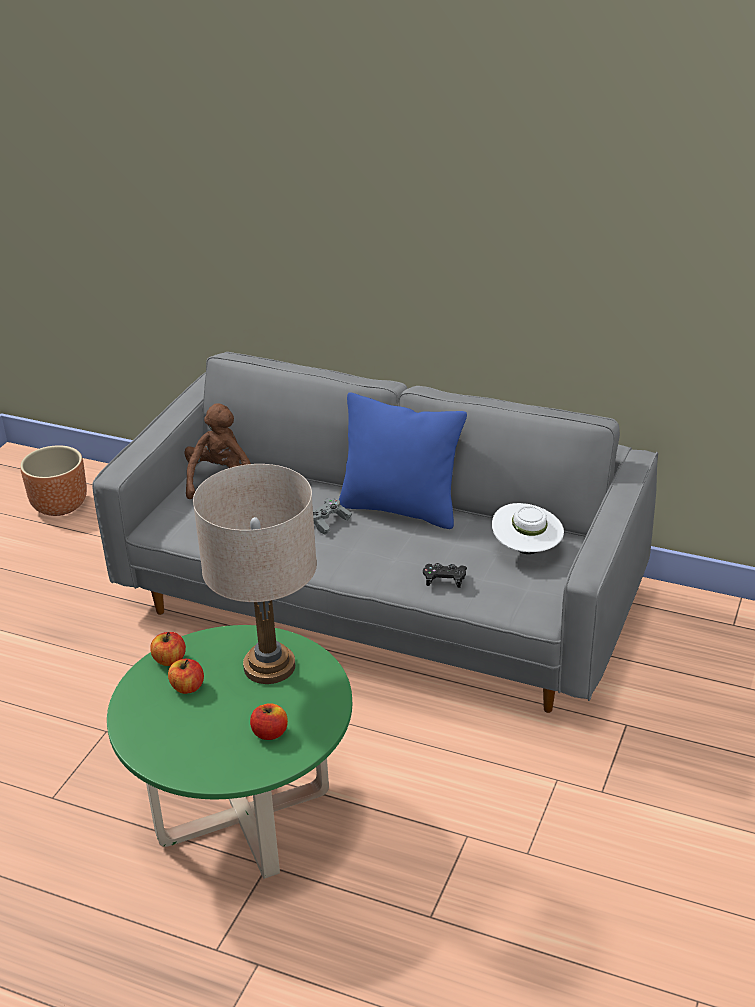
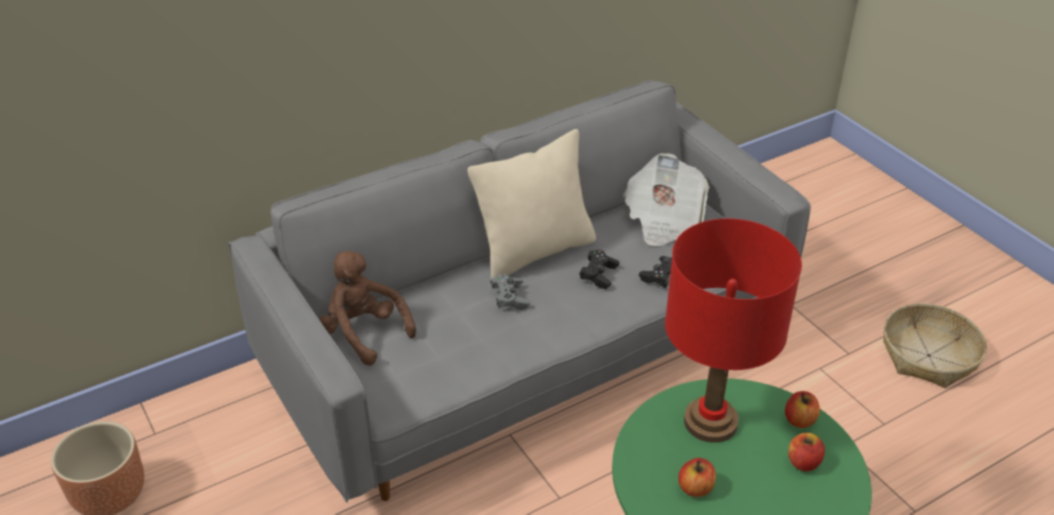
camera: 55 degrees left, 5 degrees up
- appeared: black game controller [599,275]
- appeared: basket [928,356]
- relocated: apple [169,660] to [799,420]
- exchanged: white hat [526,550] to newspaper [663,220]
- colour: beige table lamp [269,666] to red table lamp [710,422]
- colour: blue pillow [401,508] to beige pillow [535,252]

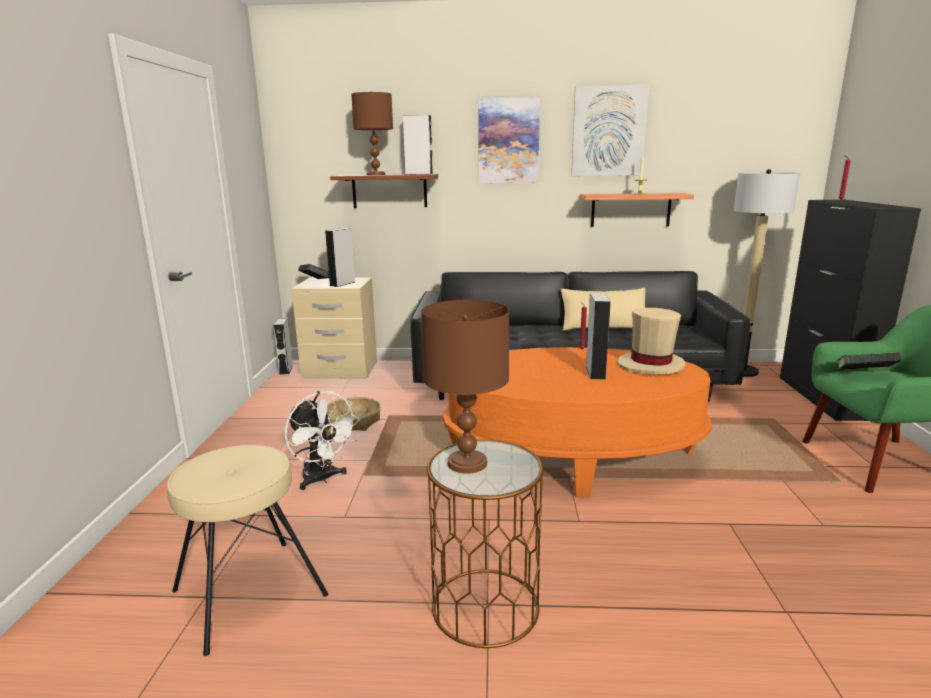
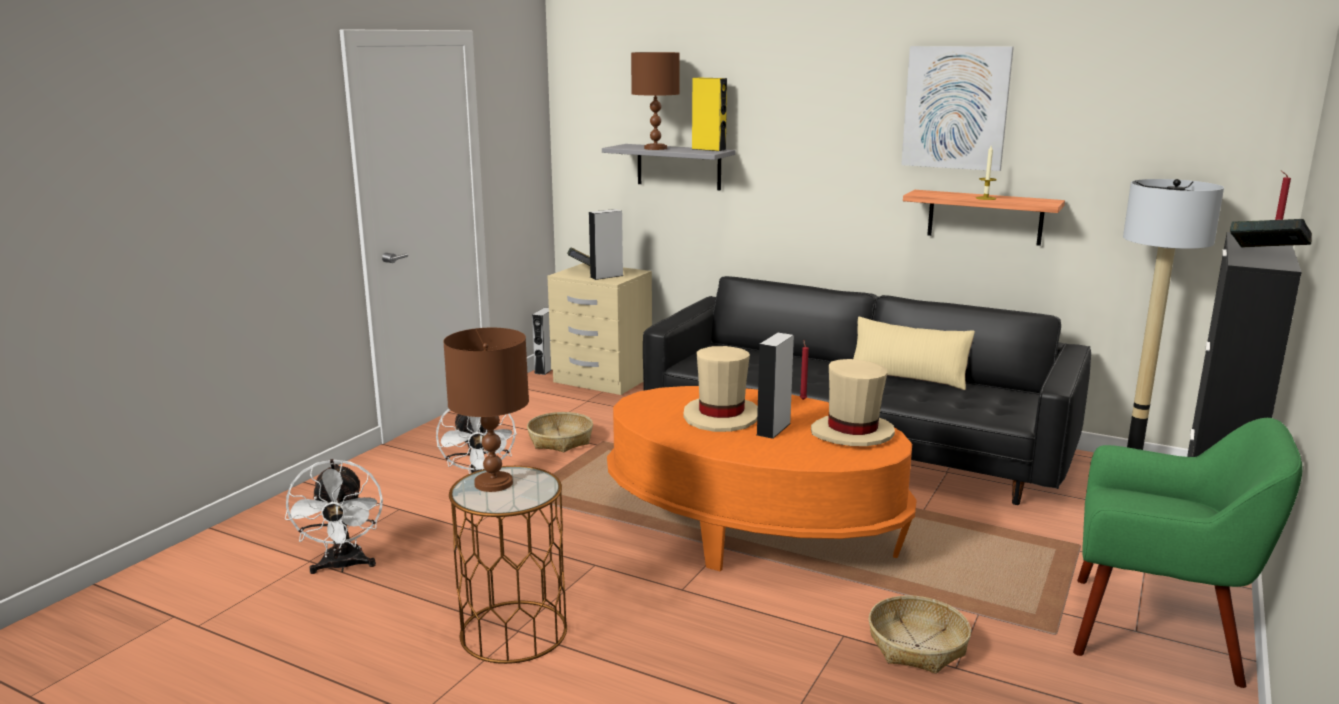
camera: 25 degrees right, 0 degrees up
- missing: picture [508,141]
- appeared: beige hat [721,416]
- appeared: basket [917,646]
- relocated: book [864,376] to [1266,253]
- exchanged: beige stool [249,591] to white fan [343,566]
- colour: brown shelf [389,191] to grey shelf [678,167]
- colour: white speaker [419,174] to yellow speaker [708,149]

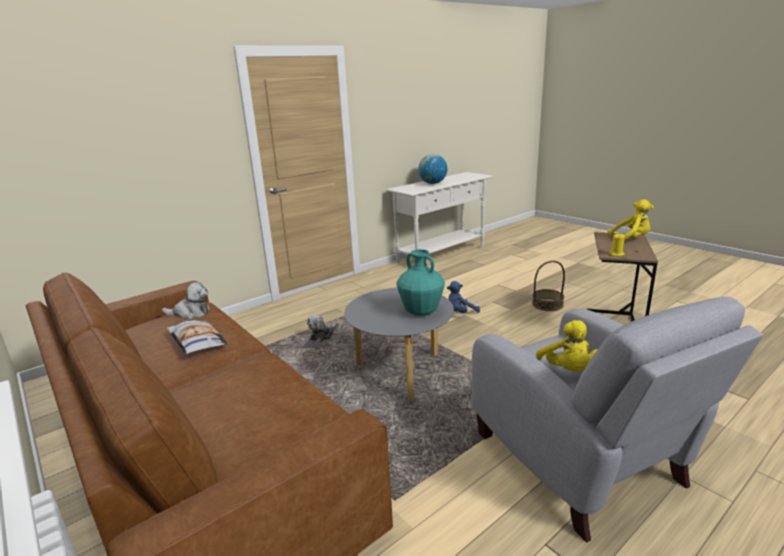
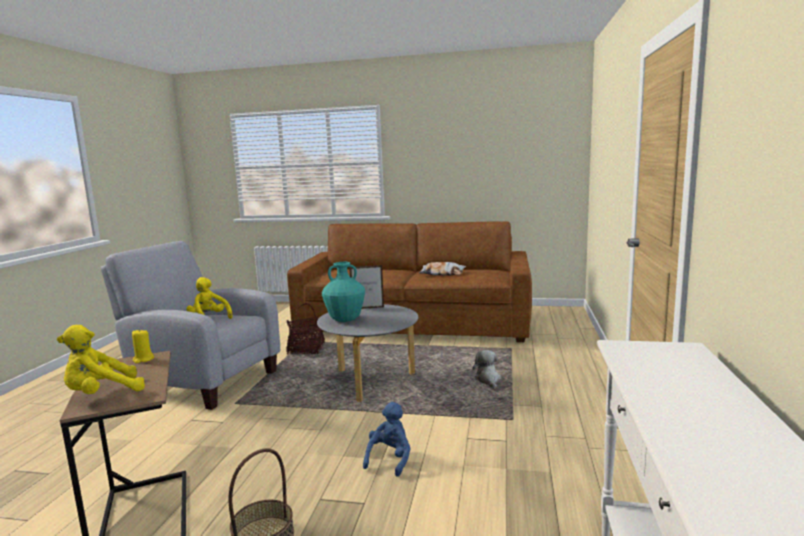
camera: 140 degrees right, 10 degrees down
- missing: plush toy [190,313]
- missing: globe [433,183]
- appeared: basket [306,349]
- appeared: picture frame [368,308]

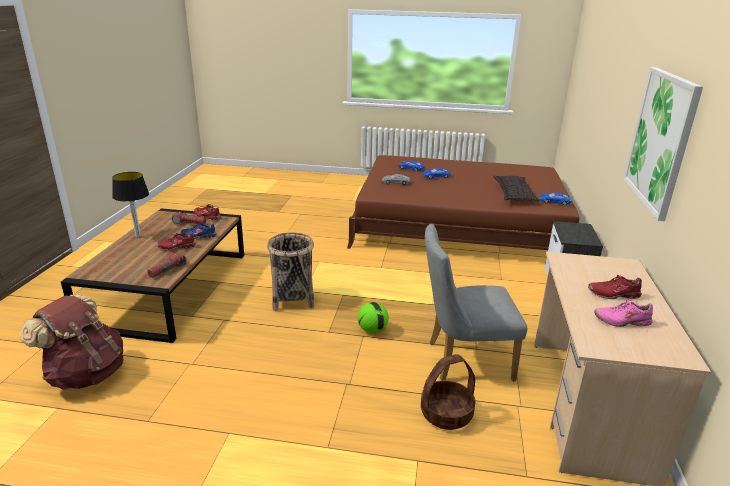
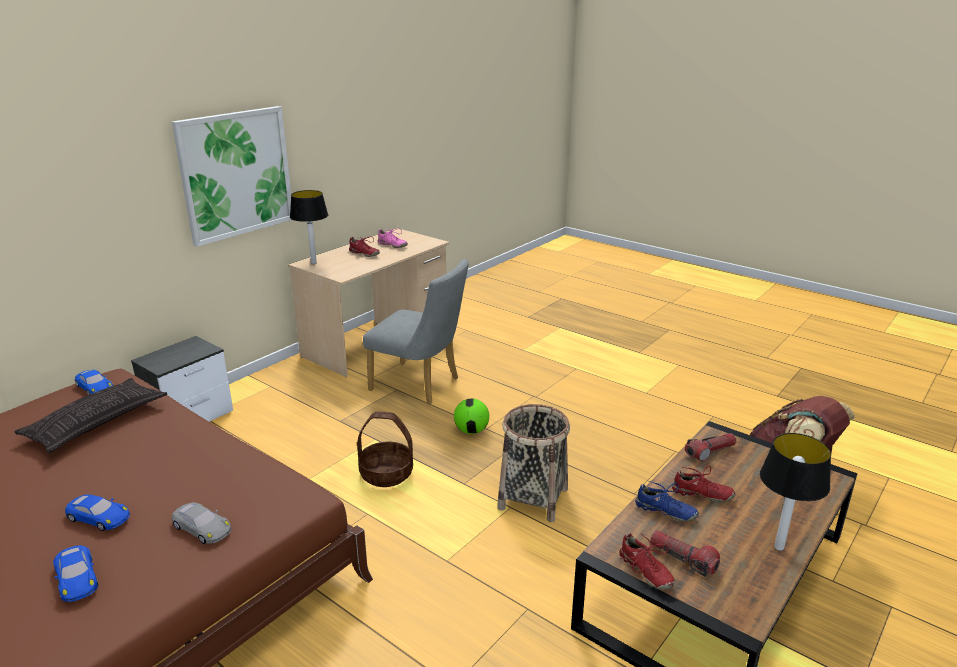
camera: 150 degrees left, 0 degrees up
- appeared: table lamp [313,263]
- relocated: basket [446,414] to [387,473]

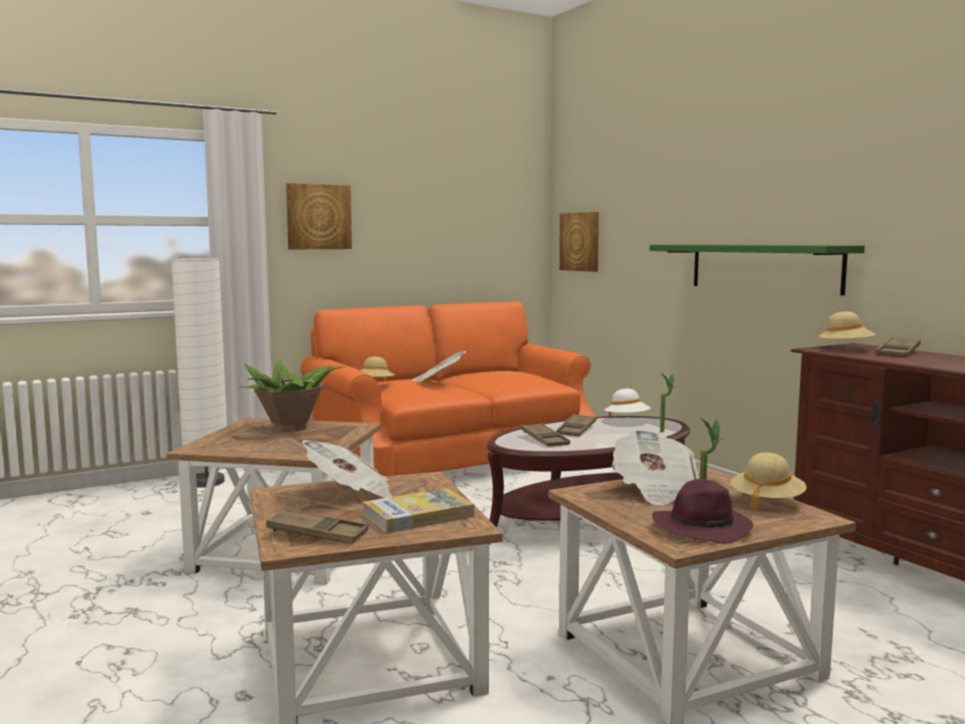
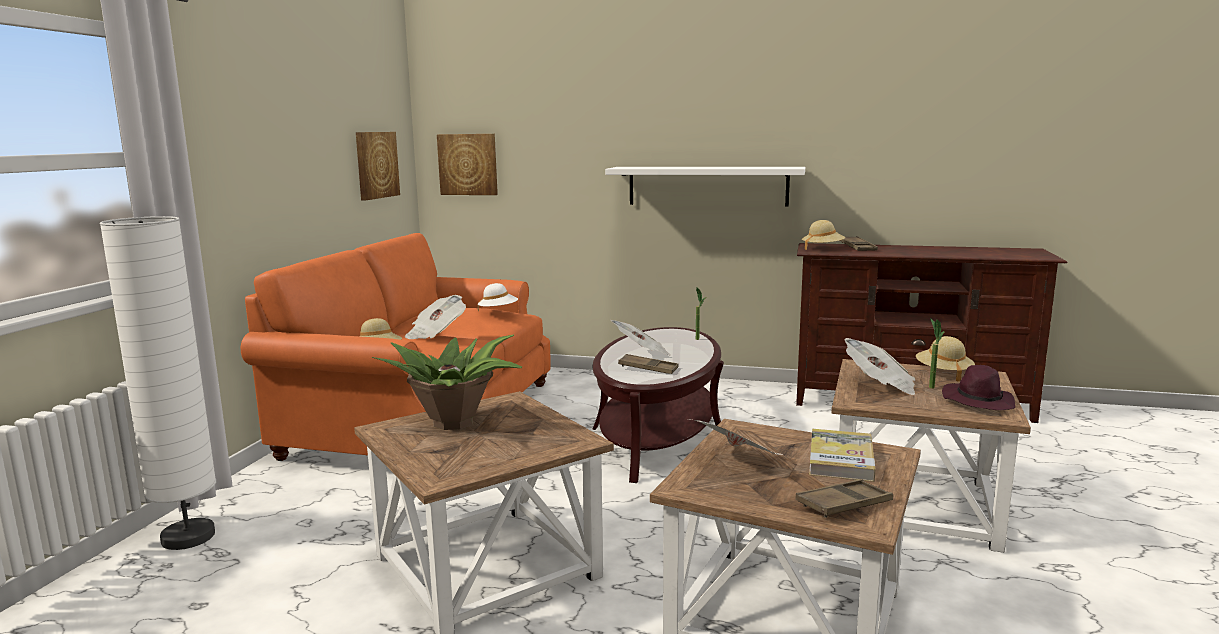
camera: 45 degrees left, 5 degrees up
- relocated: picture [318,217] to [376,165]
- relocated: white hat [627,420] to [498,311]
- exchanged: brown tray [576,430] to newspaper [642,353]
- colour: green shelf [763,267] to white shelf [707,186]

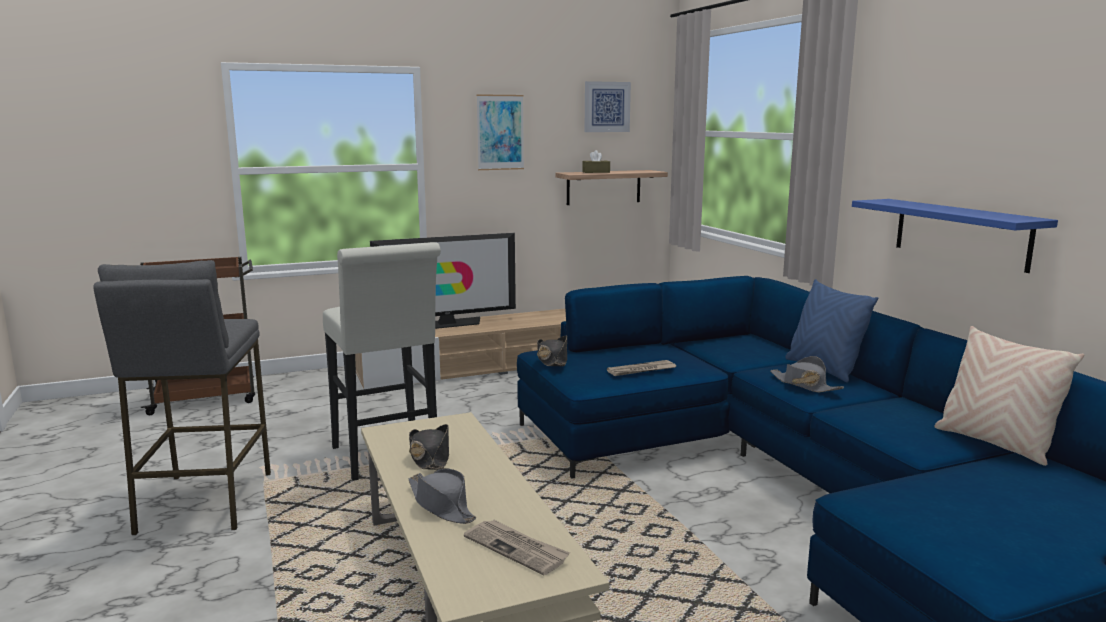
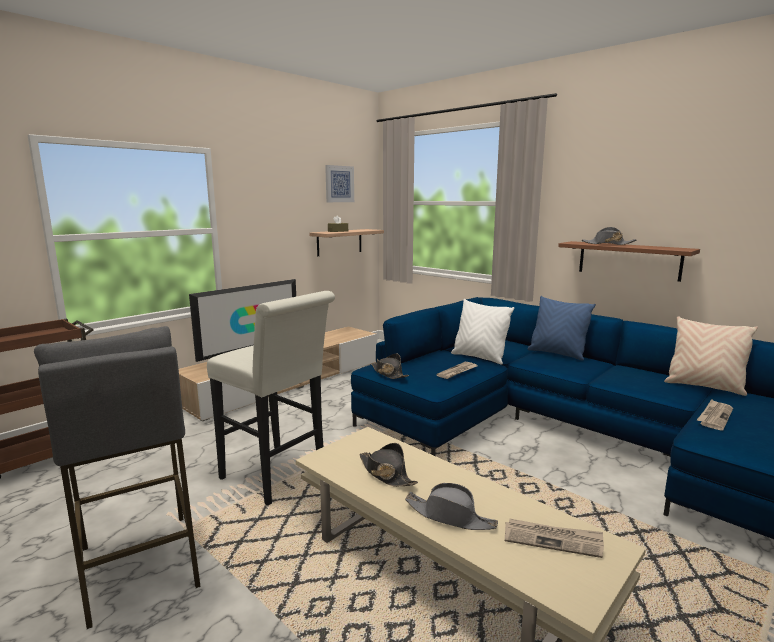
camera: 25 degrees left, 0 degrees up
- missing: picture [500,132]
- appeared: white pillow [479,357]
- appeared: newspaper [714,416]
- relocated: grey hat [804,385] to [607,244]
- colour: blue shelf [960,233] to brown shelf [628,260]

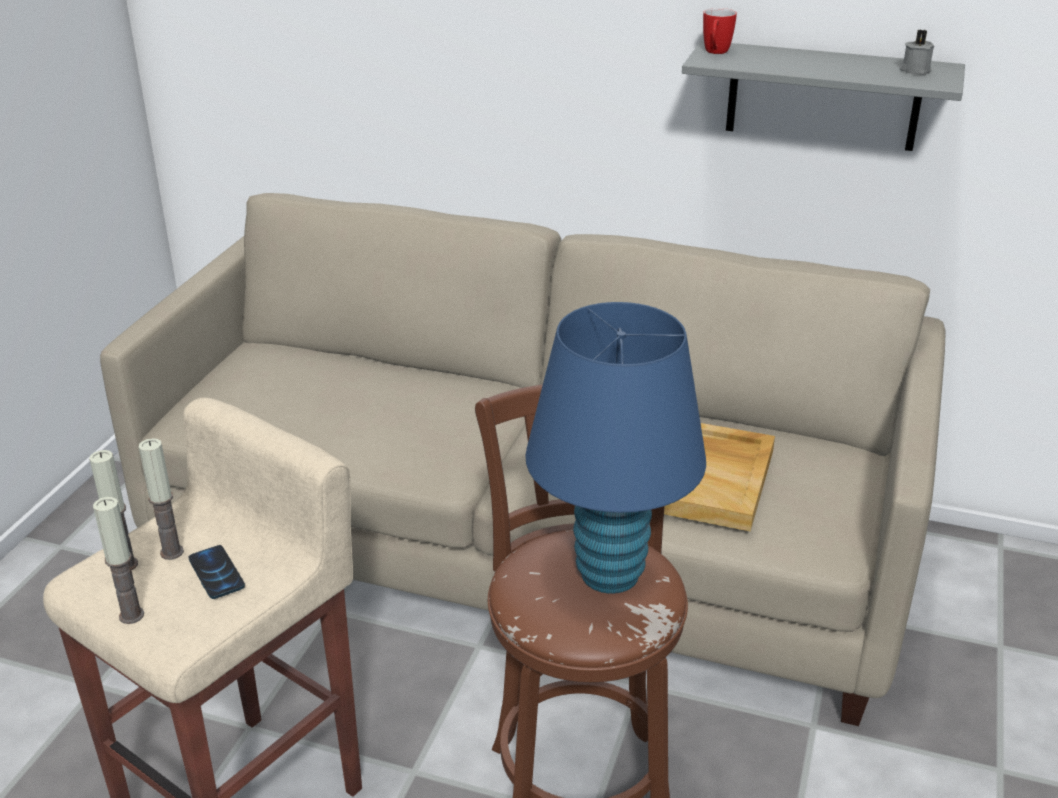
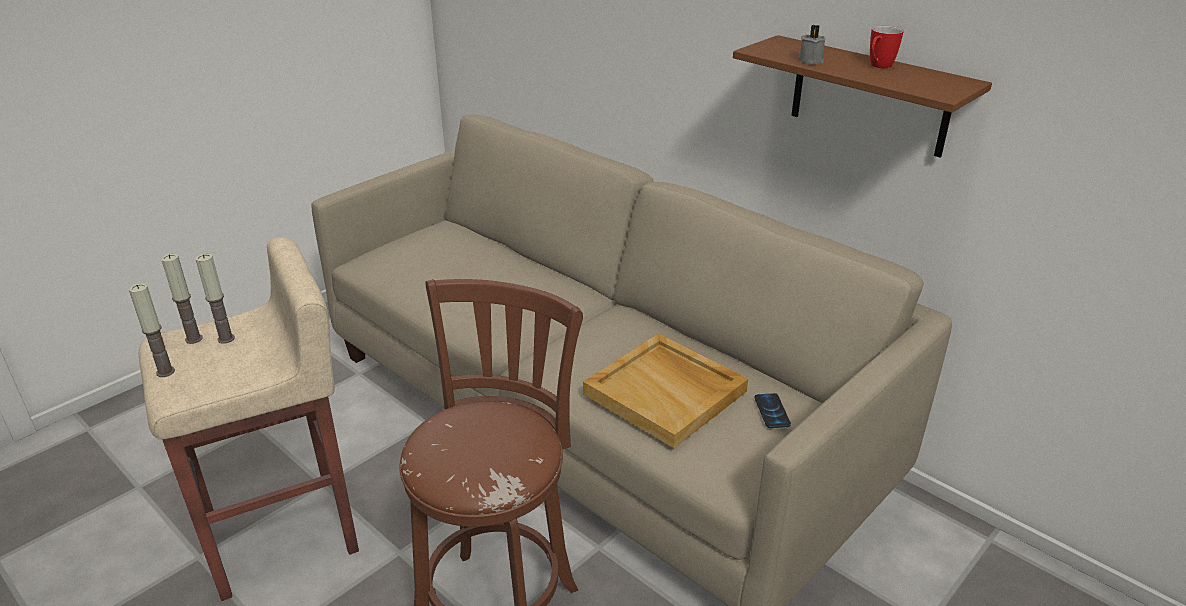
camera: 25 degrees right, 0 degrees up
- missing: blue table lamp [610,574]
- relocated: phone [216,573] to [772,411]
- relocated: mug [715,53] to [878,67]
- relocated: grey candle [915,70] to [811,60]
- colour: grey shelf [823,96] to brown shelf [869,96]

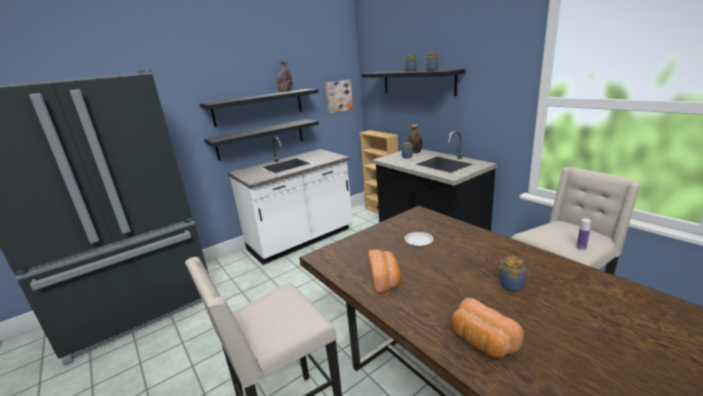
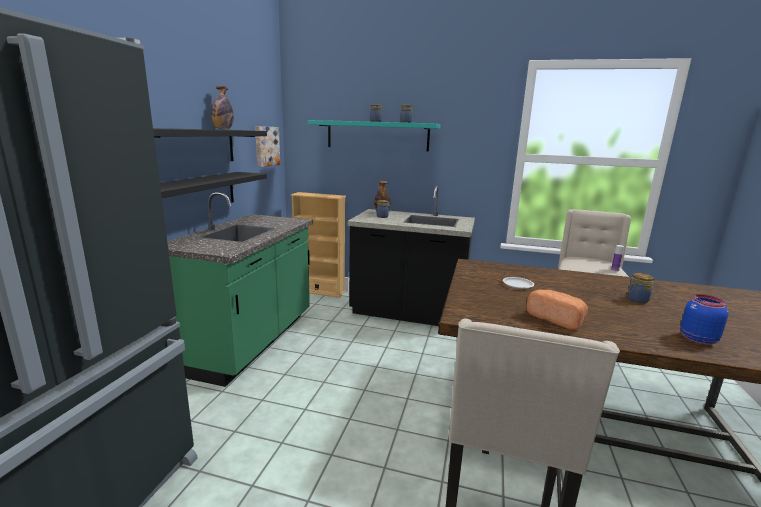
camera: 40 degrees left, 5 degrees down
- exchanged: bread [481,342] to blue jar [696,339]
- colour: white counter [301,240] to green counter [250,342]
- colour: black shelf [417,82] to turquoise shelf [377,135]

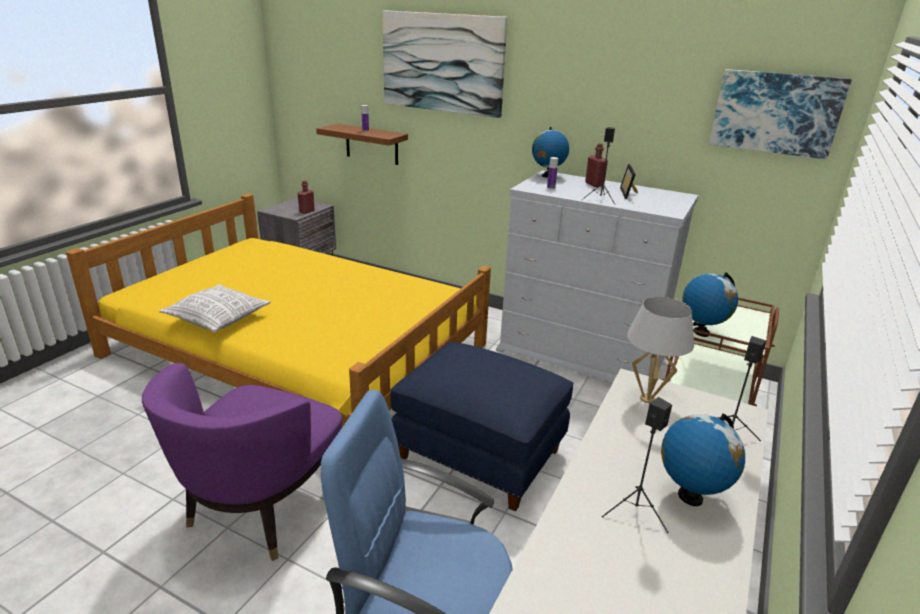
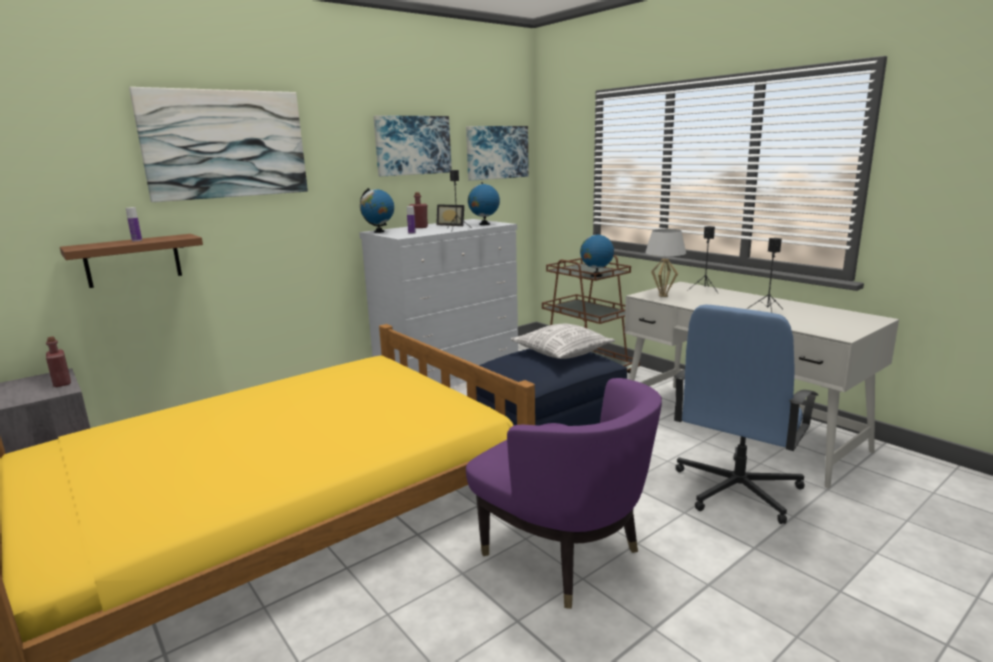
camera: 65 degrees left, 10 degrees down
- appeared: picture [412,145]
- relocated: pillow [218,319] to [562,353]
- relocated: globe [689,497] to [484,224]

